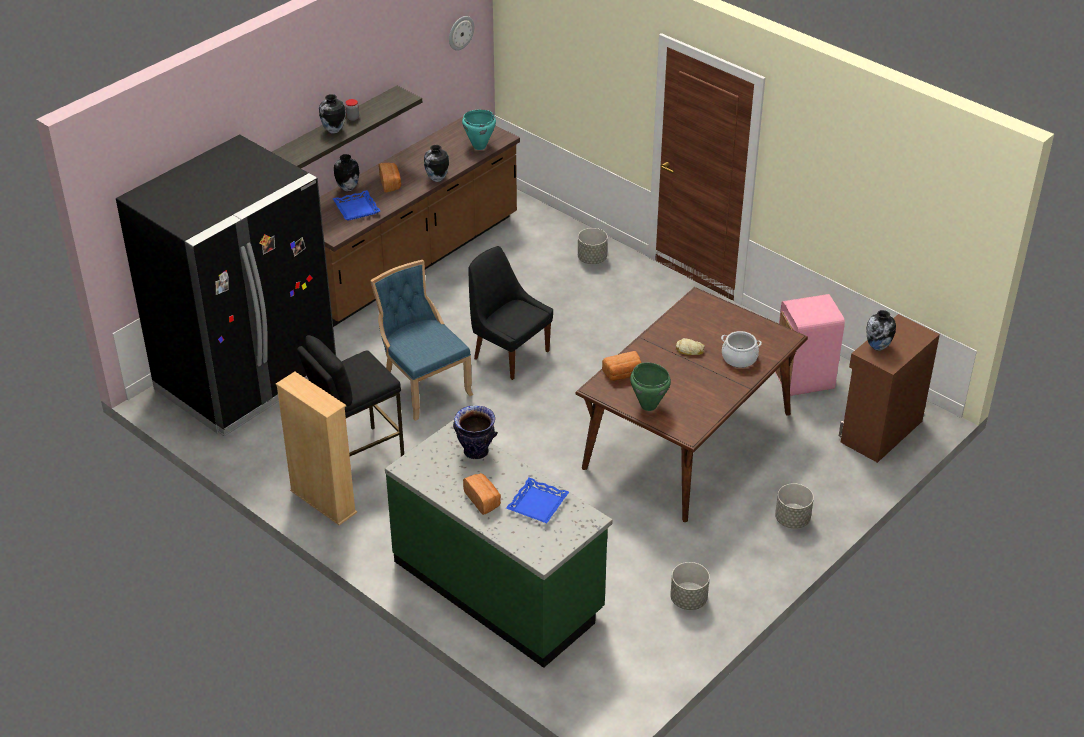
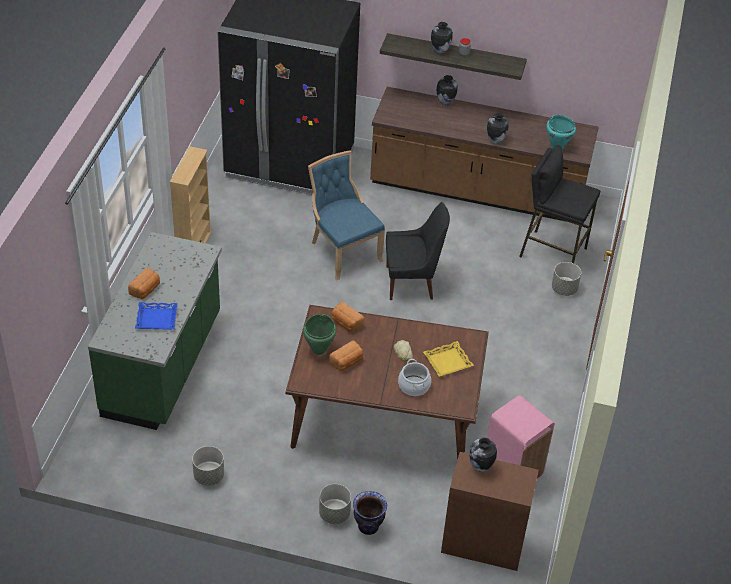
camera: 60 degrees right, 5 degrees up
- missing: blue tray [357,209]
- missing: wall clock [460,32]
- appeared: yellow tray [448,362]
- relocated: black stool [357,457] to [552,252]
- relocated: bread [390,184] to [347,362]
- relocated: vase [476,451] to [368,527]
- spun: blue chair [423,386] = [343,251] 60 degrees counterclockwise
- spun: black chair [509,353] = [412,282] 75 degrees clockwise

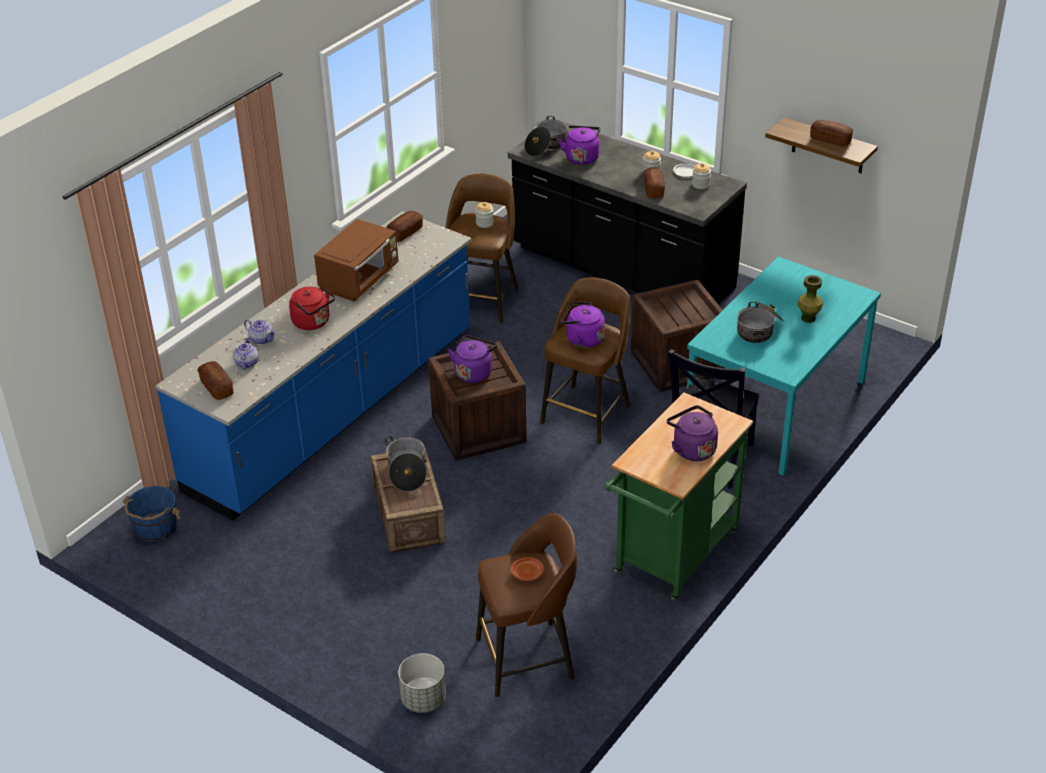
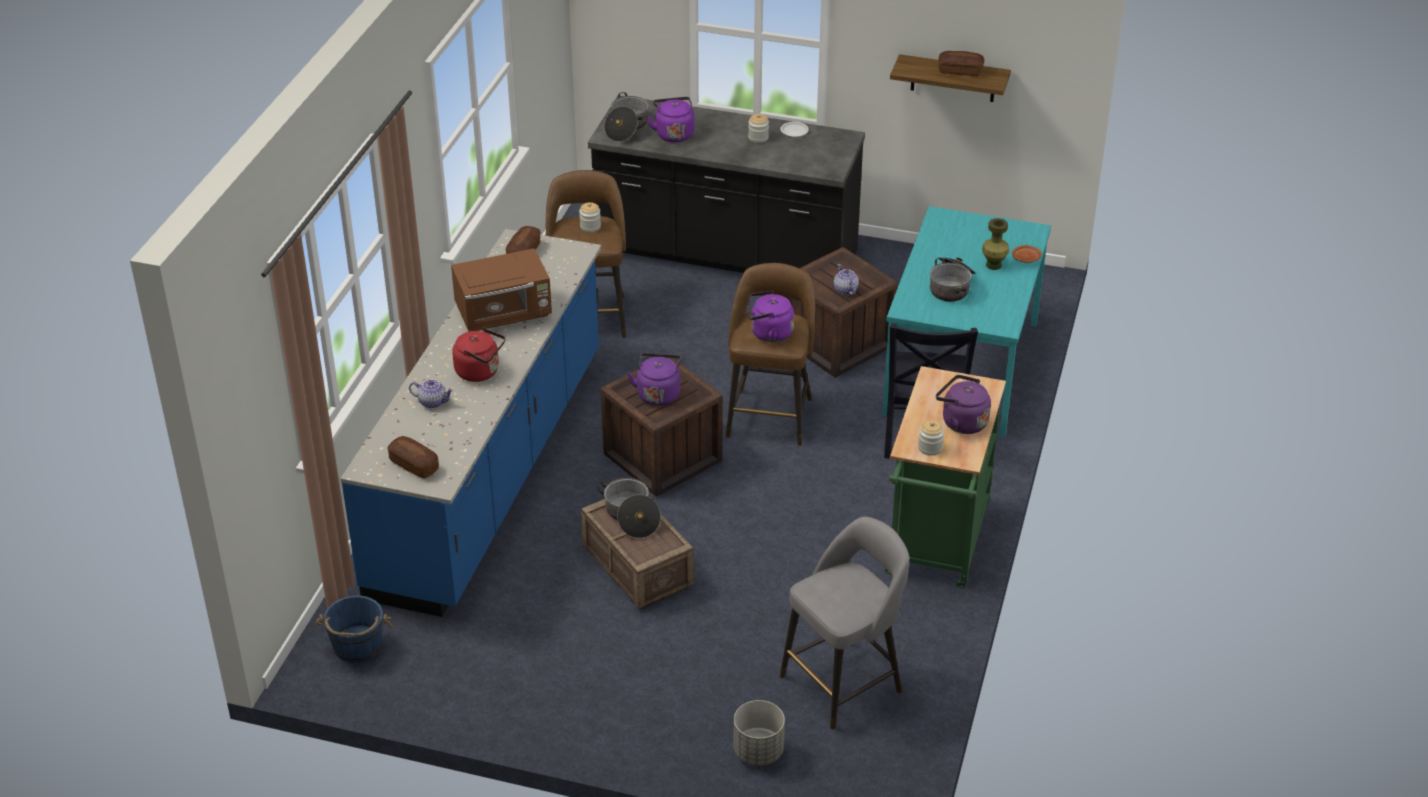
camera: 20 degrees left, 0 degrees up
- missing: bread [653,189]
- relocated: teapot [246,363] to [845,290]
- relocated: brown plate [527,573] to [1026,258]
- relocated: jar [700,185] to [930,448]
- colour: brown stool [528,658] to grey stool [844,682]
- spun: brown microwave [360,280] = [505,314] 60 degrees clockwise

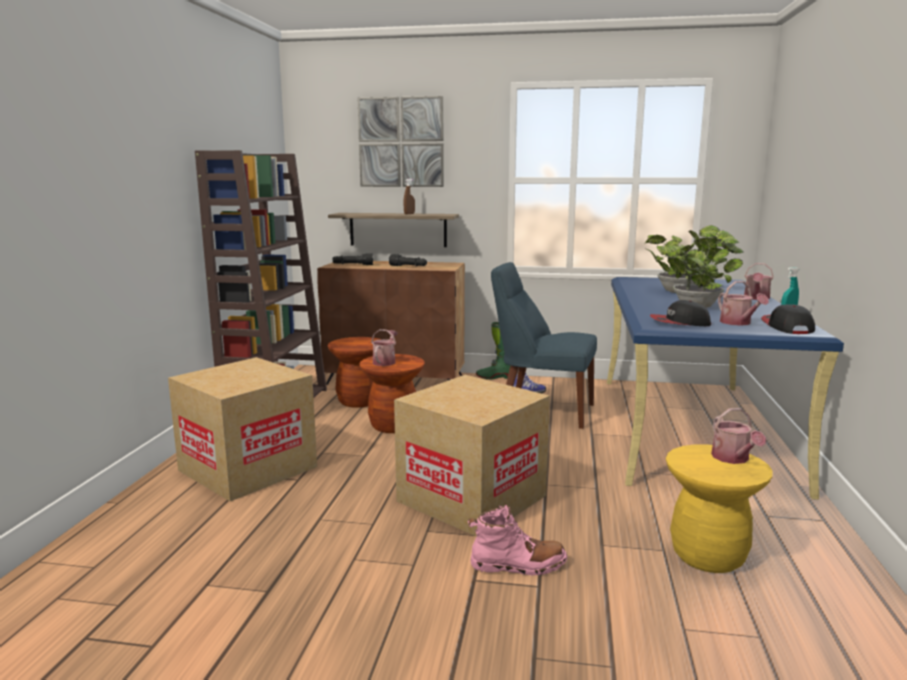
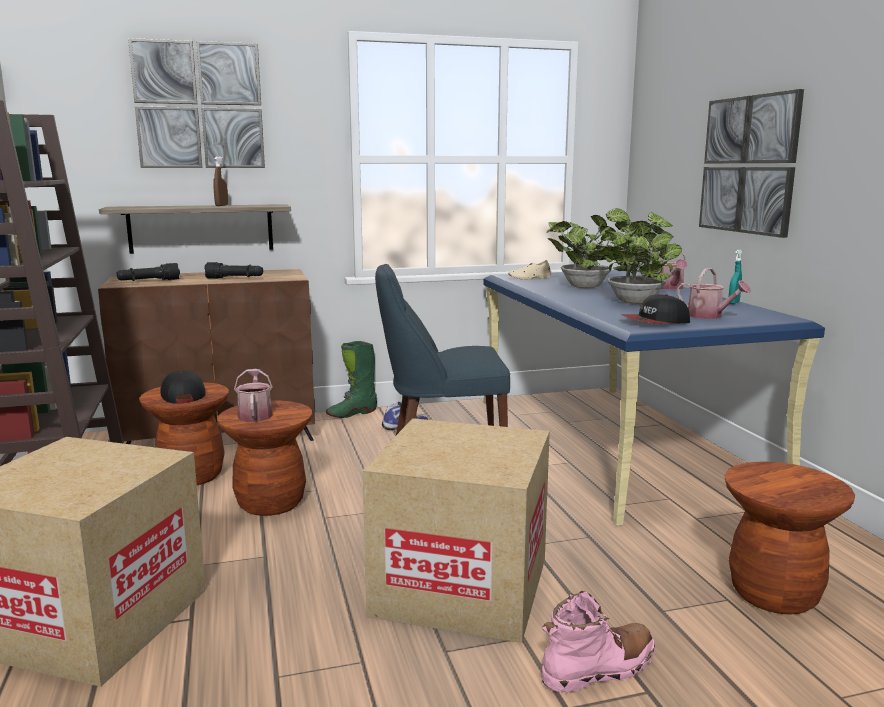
camera: 25 degrees left, 0 degrees up
- missing: watering can [733,459]
- appeared: beige shoe [529,278]
- appeared: picture [748,165]
- relocated: cap [786,327] to [182,394]
- colour: yellow stool [708,556] to brown stool [774,594]

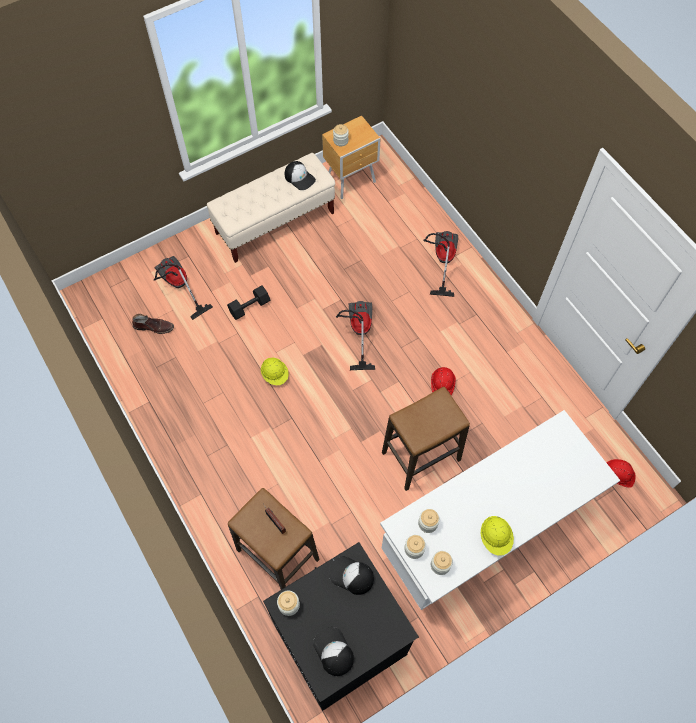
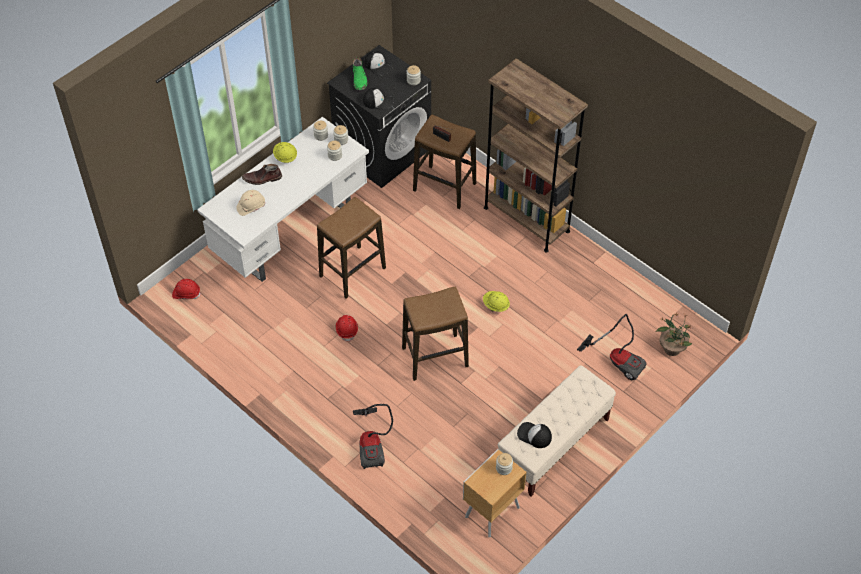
camera: 165 degrees right, 10 degrees down
- missing: black dumbbell [249,306]
- appeared: beige hard hat [251,206]
- appeared: green boot [359,79]
- appeared: brown bookcase [526,219]
- appeared: potted plant [671,348]
- relocated: brown boot [154,326] to [262,179]
- exchanged: vacuum cleaner [358,332] to stool [435,357]

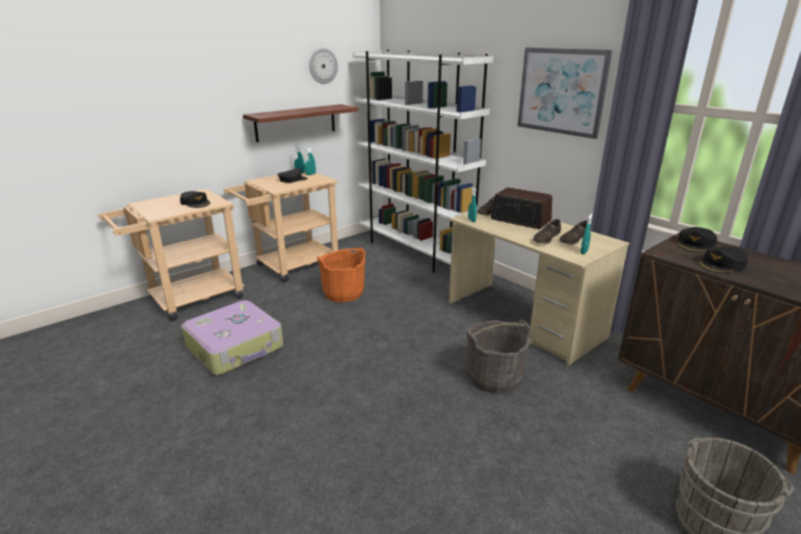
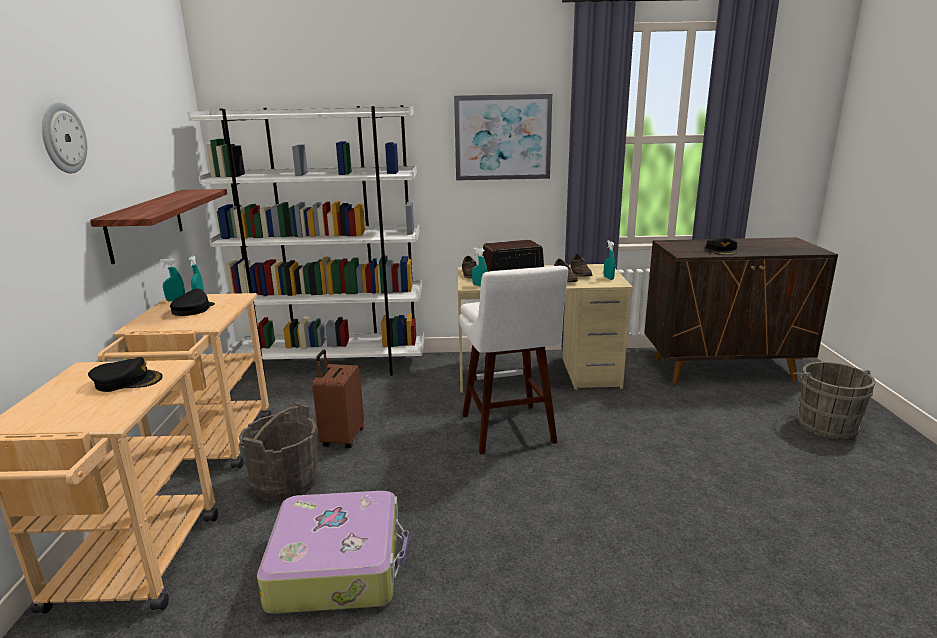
camera: 50 degrees left, 5 degrees down
- missing: black cap [695,244]
- appeared: white stool [509,431]
- relocated: wall clock [323,66] to [62,138]
- relocated: grey bucket [494,377] to [285,482]
- exchanged: orange bucket [343,293] to brown suitcase [342,438]

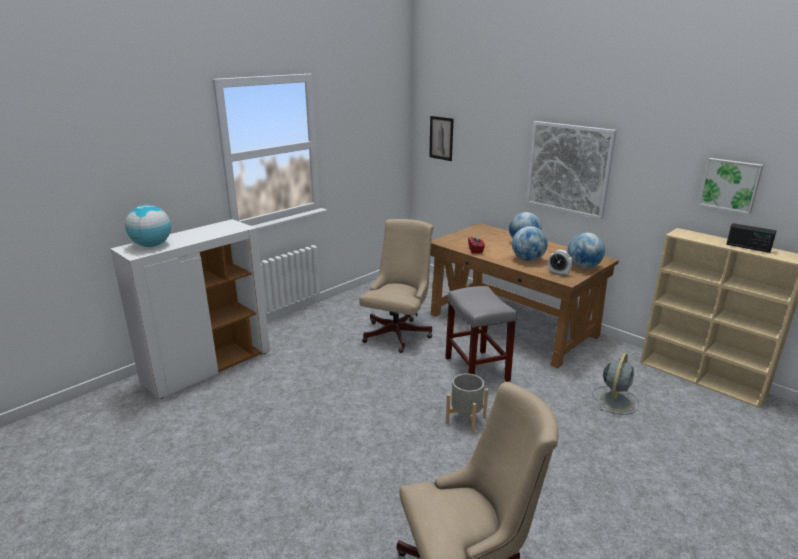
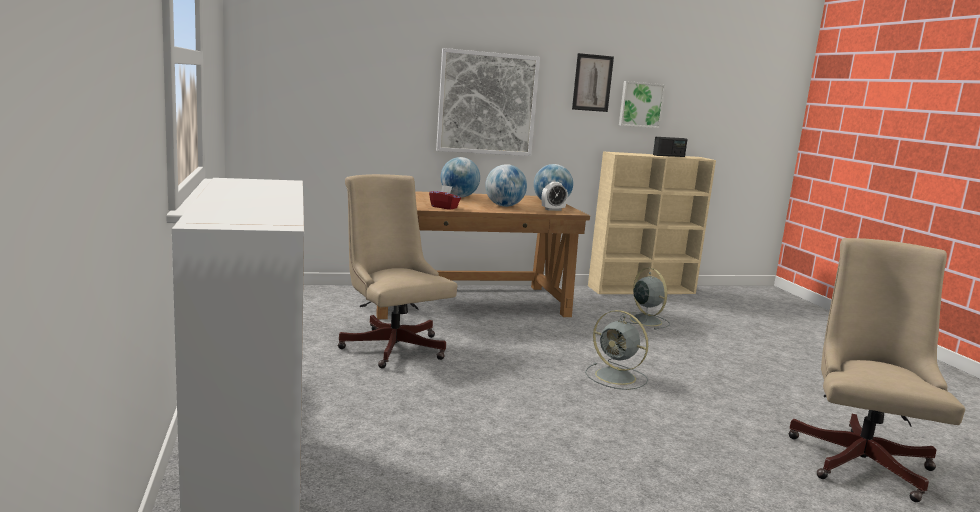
camera: 60 degrees left, 10 degrees down
- missing: globe [152,245]
- missing: grey stool [476,369]
- relocated: picture [441,138] to [592,83]
- exchanged: grey planter [466,419] to grey fan [617,377]

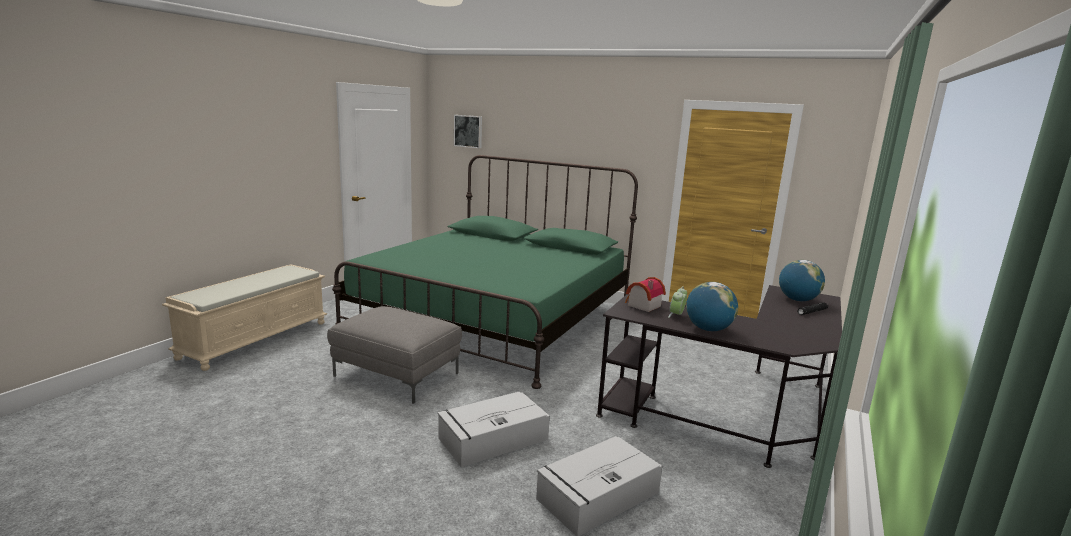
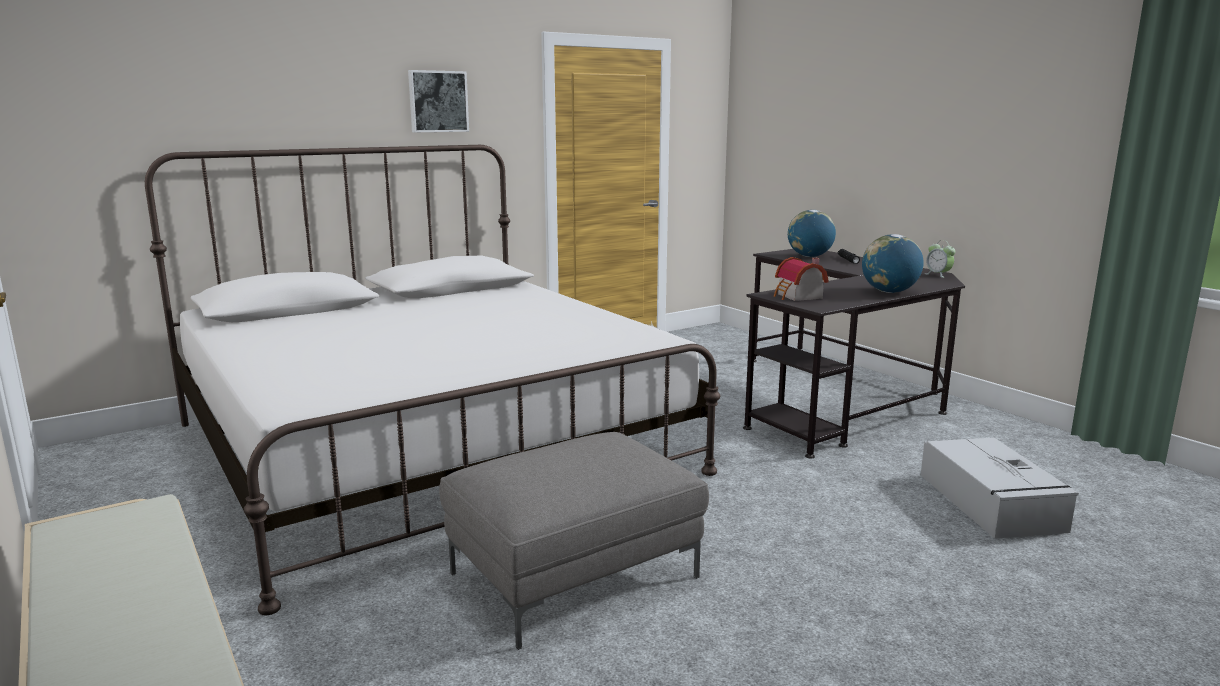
camera: 60 degrees left, 0 degrees up
- missing: grey storage box [491,439]
- relocated: picture [468,131] to [438,101]
- relocated: alarm clock [676,315] to [938,275]
- colour: green bed [493,318] to white bed [428,447]

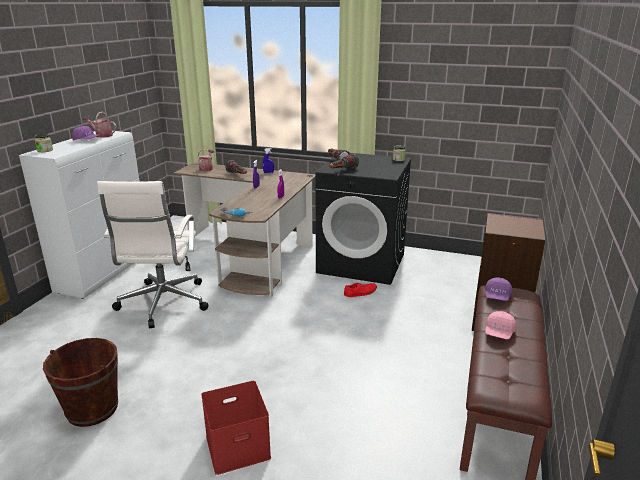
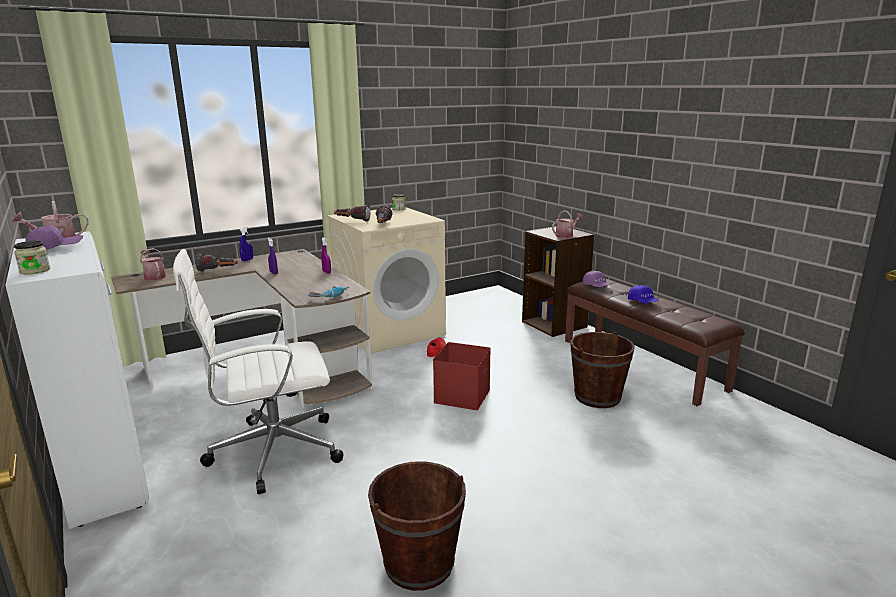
camera: 50 degrees left, 5 degrees down
- appeared: watering can [566,235]
- appeared: brown bucket [597,397]
- relocated: red storage box [236,448] to [463,396]
- colour: black washing machine [362,263] to beige washing machine [390,331]
- colour: pink cap [499,333] to blue cap [642,302]
- spun: white office chair [163,304] = [271,451] 120 degrees clockwise

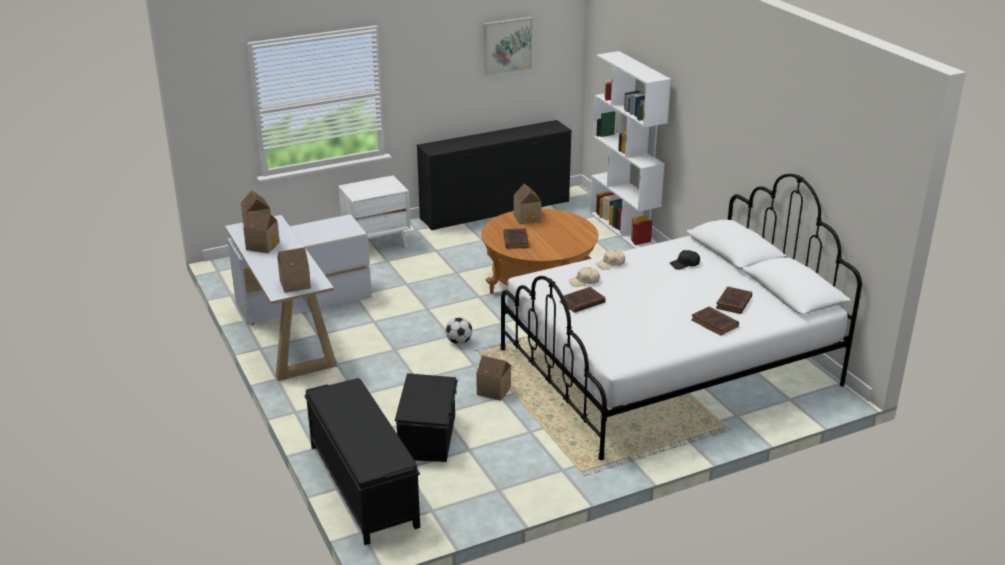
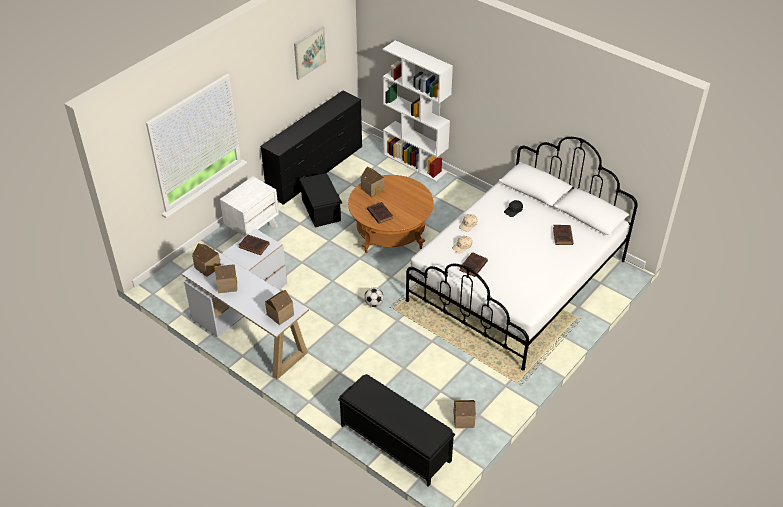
camera: 25 degrees left, 15 degrees up
- relocated: black storage box [429,436] to [321,210]
- relocated: toy house [494,390] to [463,419]
- relocated: brown book [715,324] to [255,246]

